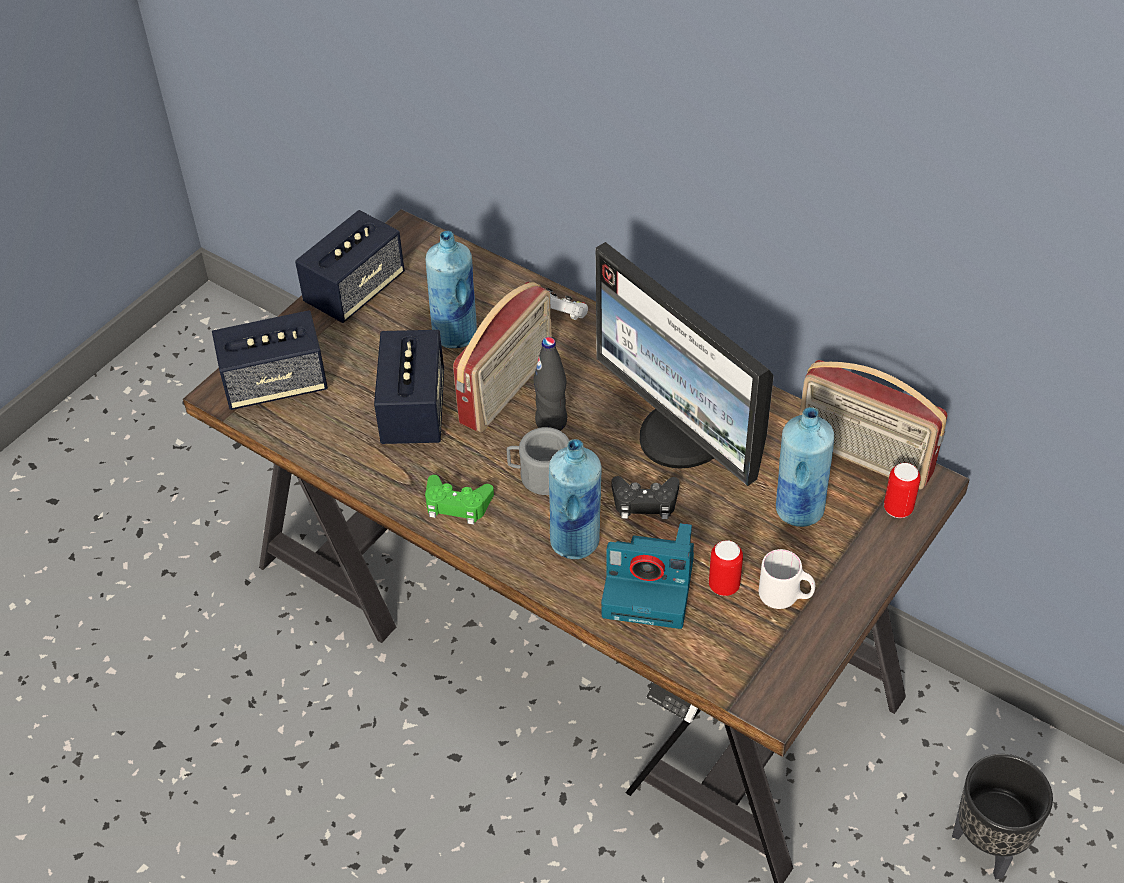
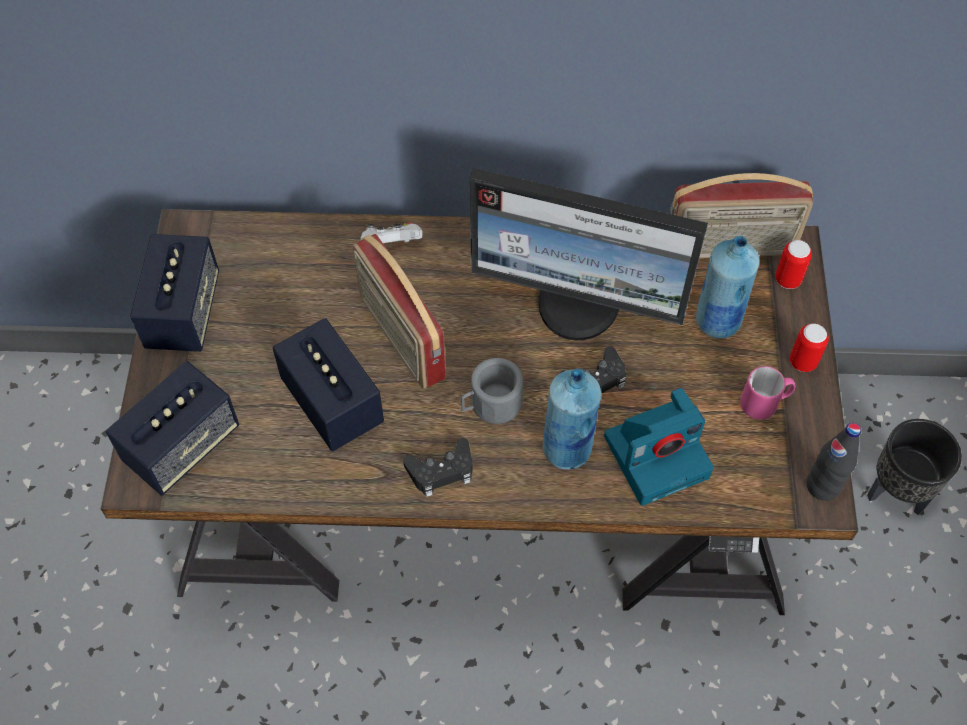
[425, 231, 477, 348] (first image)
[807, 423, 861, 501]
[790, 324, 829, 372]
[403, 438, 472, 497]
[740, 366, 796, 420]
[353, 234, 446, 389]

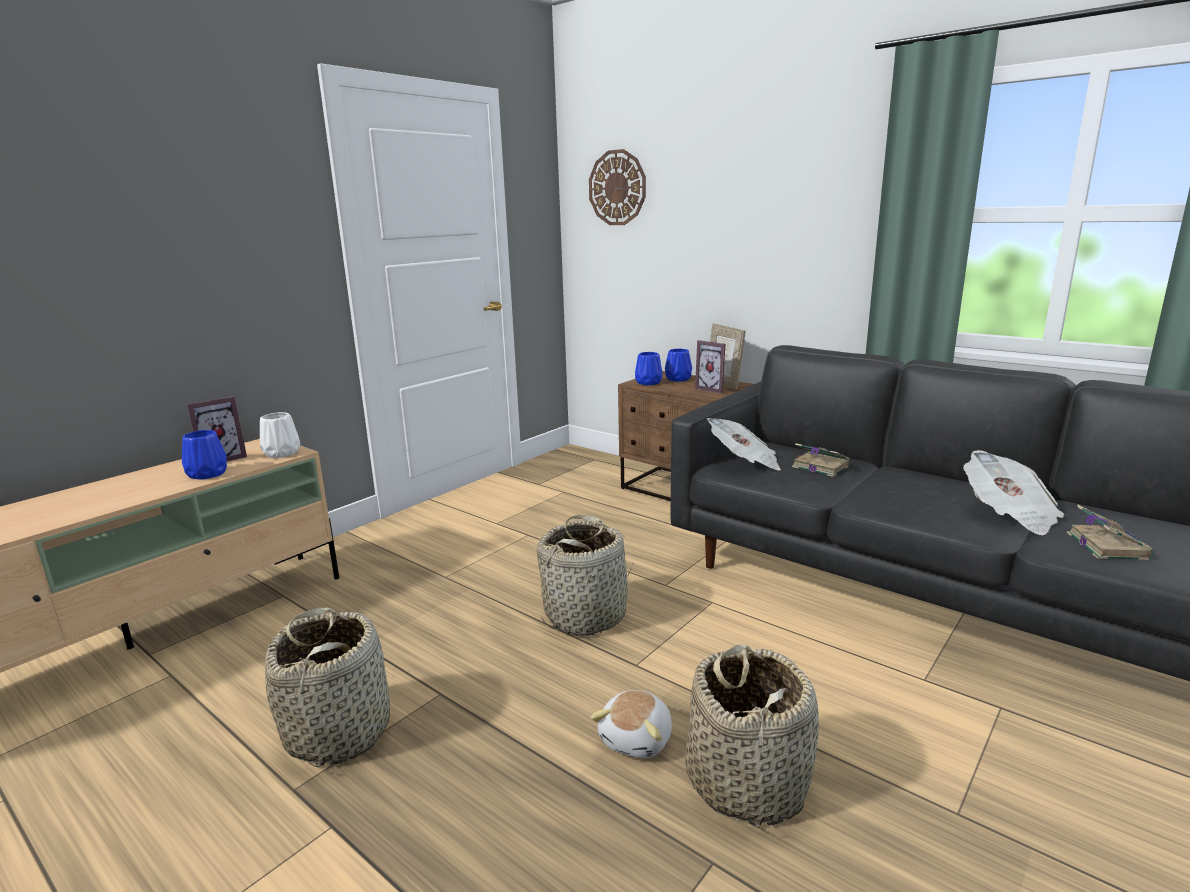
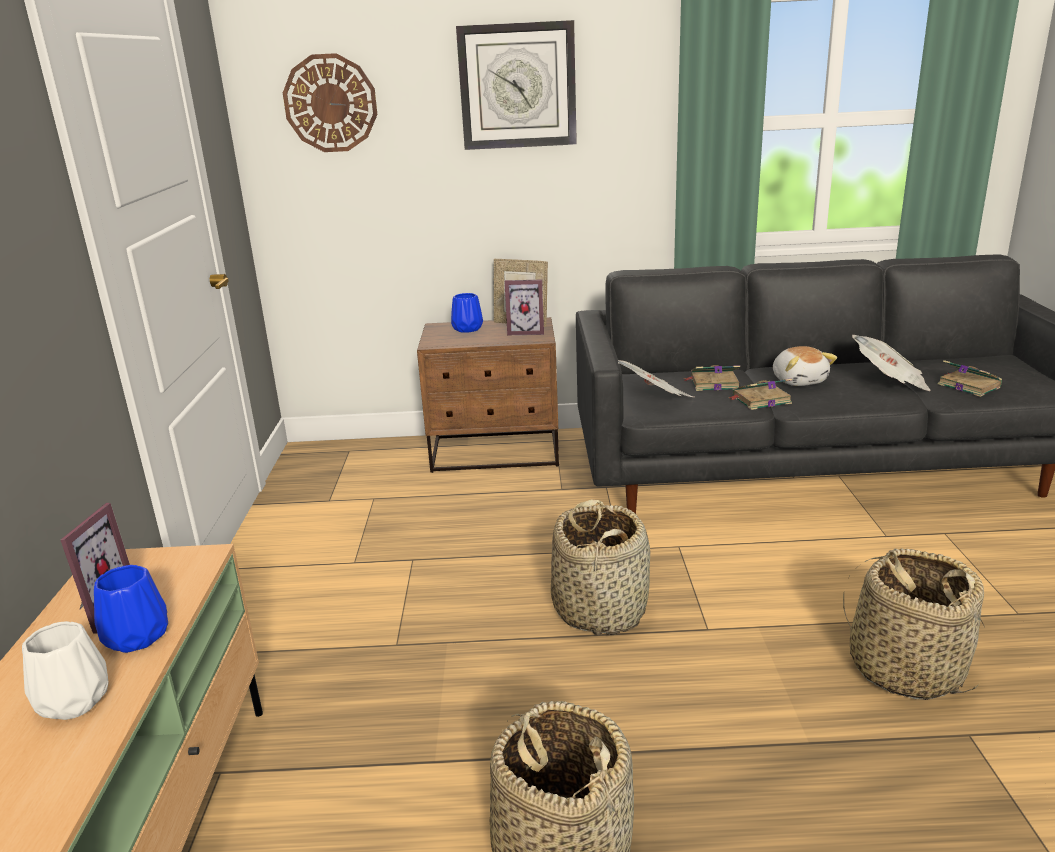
[635, 352, 663, 386] (first image)
[456, 20, 577, 150]
[729, 378, 792, 410]
[22, 621, 108, 720]
[773, 346, 837, 386]

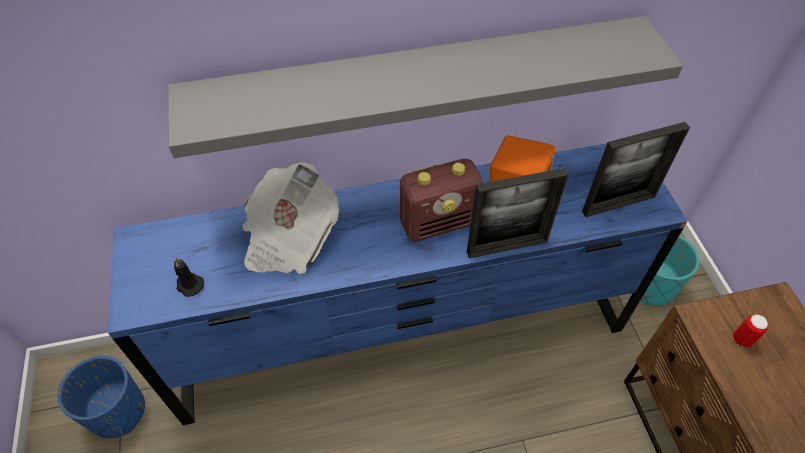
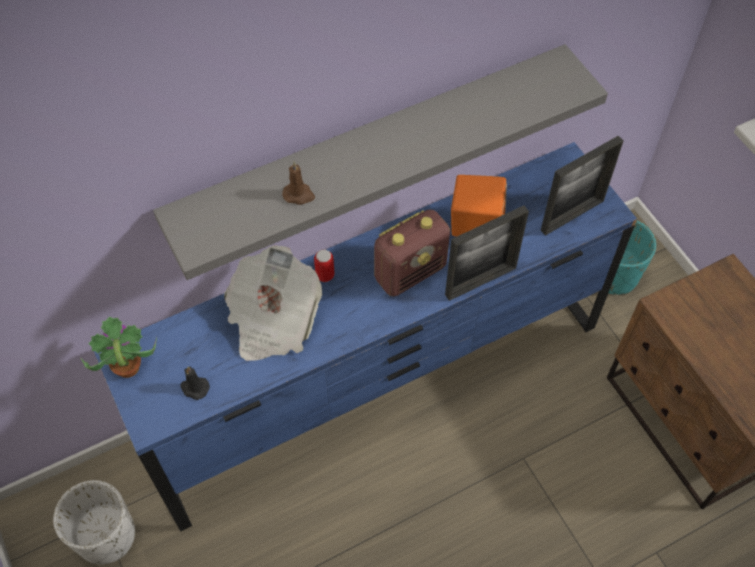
[80, 317, 157, 378]
[282, 162, 315, 205]
[314, 250, 335, 282]
[53, 480, 135, 565]

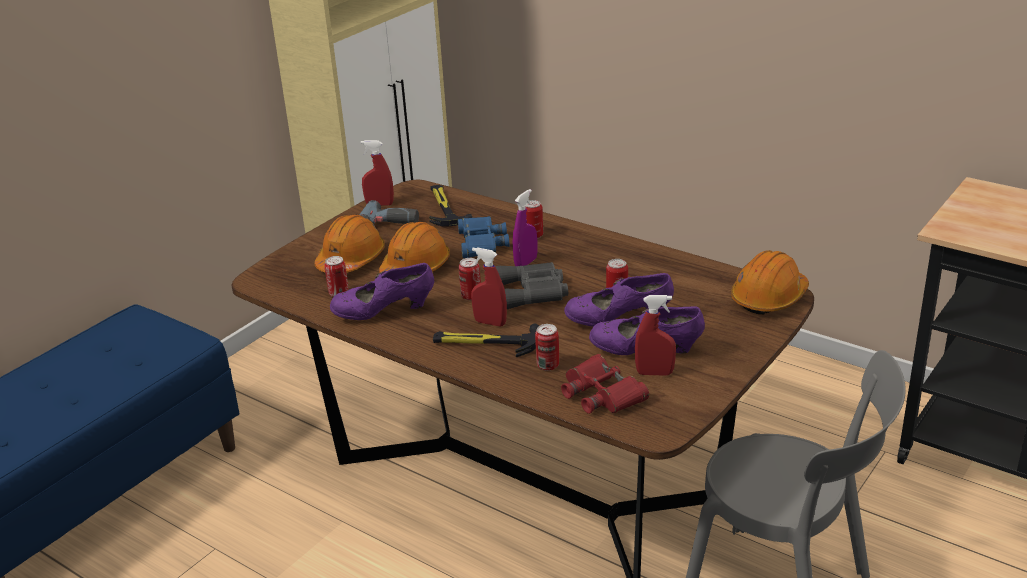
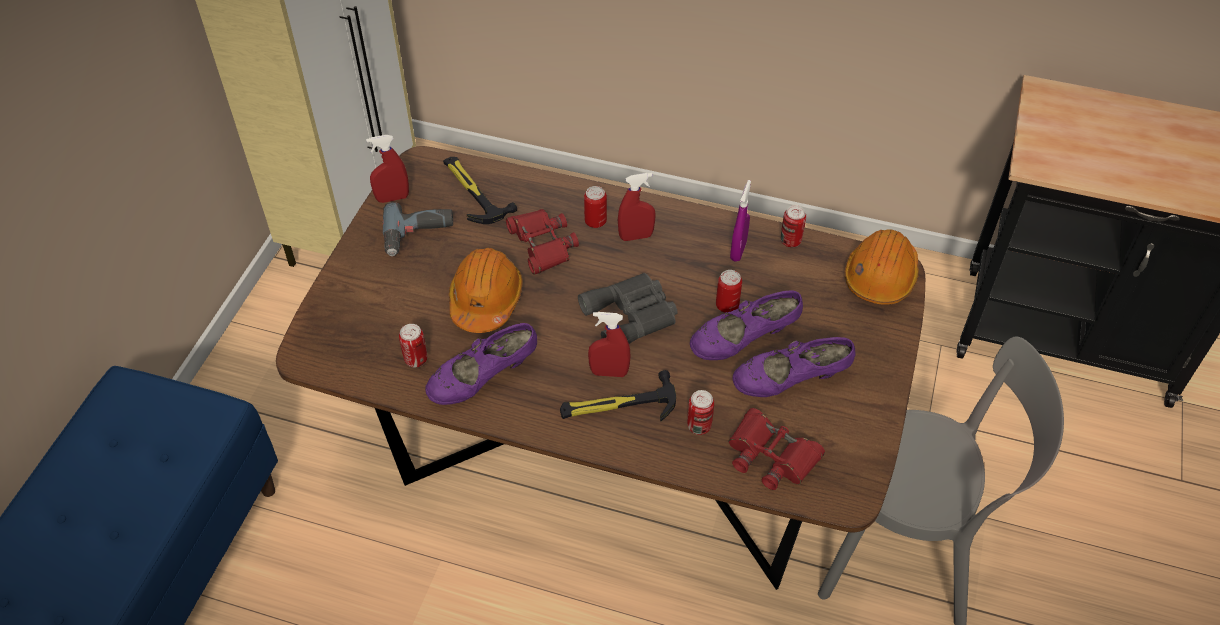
[314, 214, 385, 273] (first image)
[781, 205, 806, 247]
[730, 180, 751, 262]
[618, 173, 656, 241]
[506, 209, 579, 275]

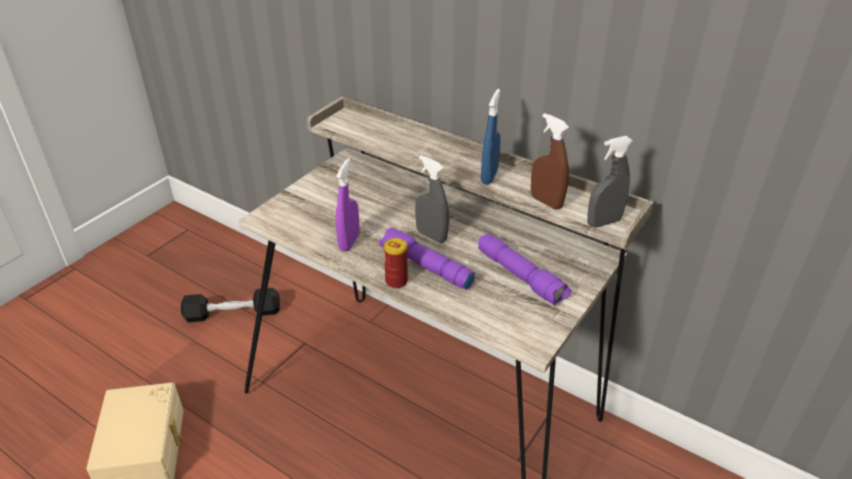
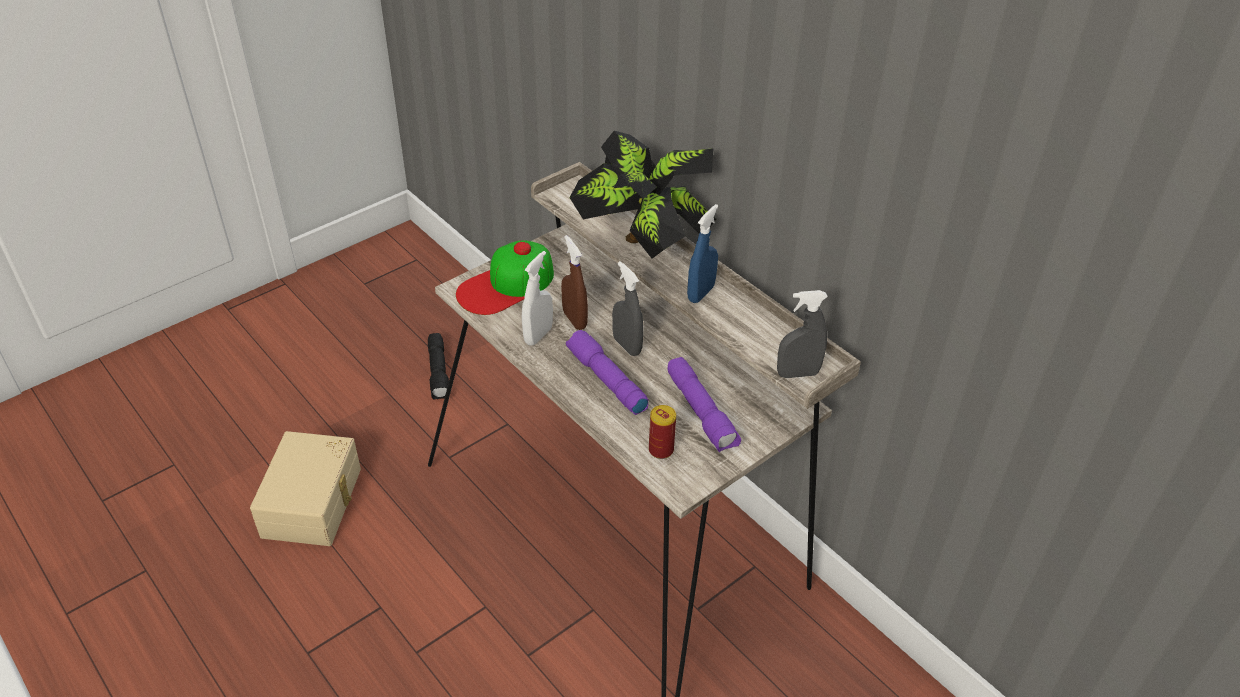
[456, 240, 554, 315]
[569, 131, 717, 258]
[649, 405, 676, 459]
[561, 235, 588, 330]
[428, 333, 449, 400]
[522, 251, 553, 346]

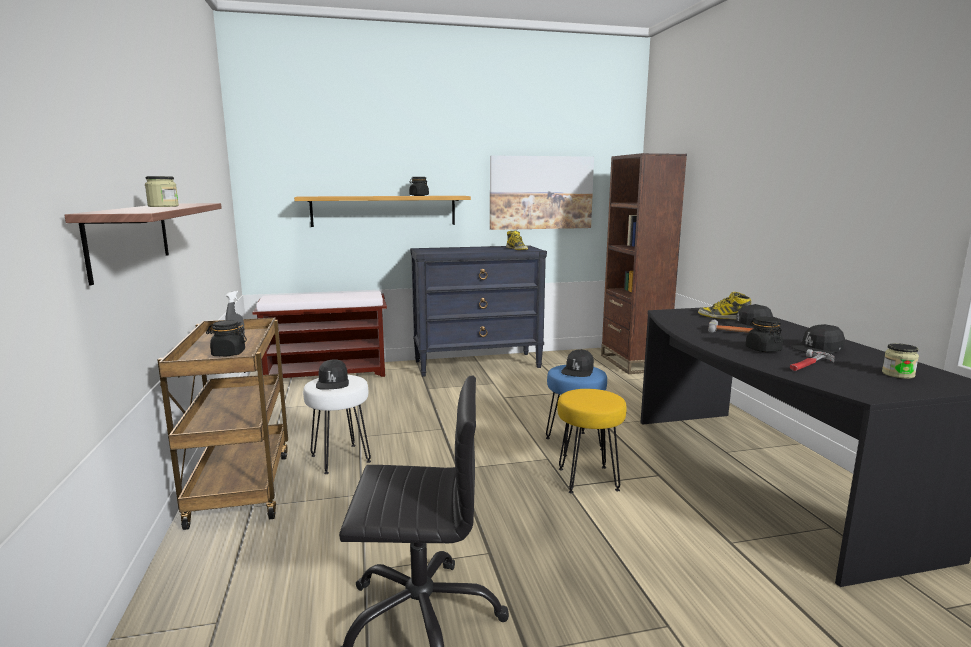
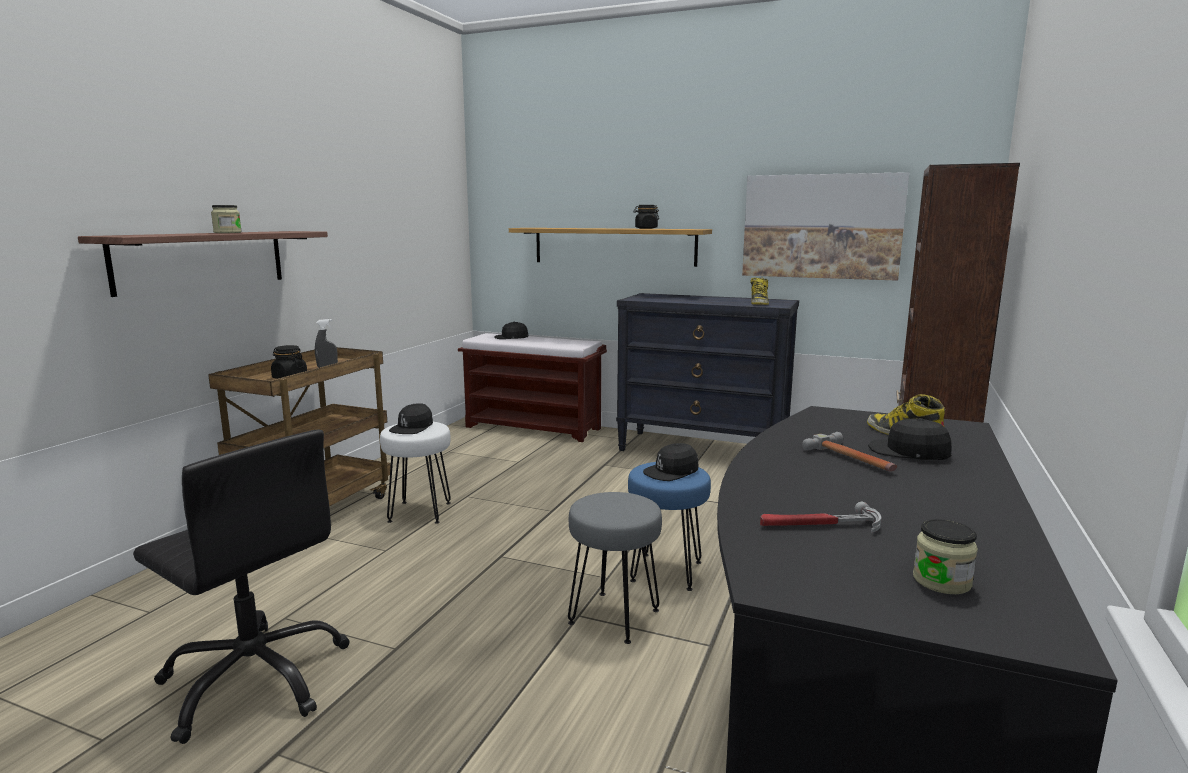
[745, 316, 783, 352] (first image)
[494, 321, 528, 339]
[568, 492, 662, 644]

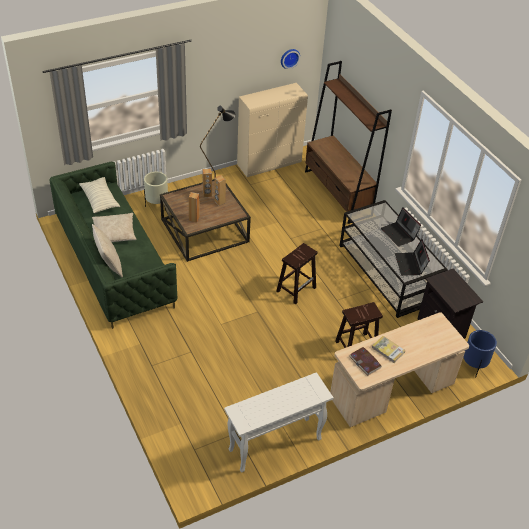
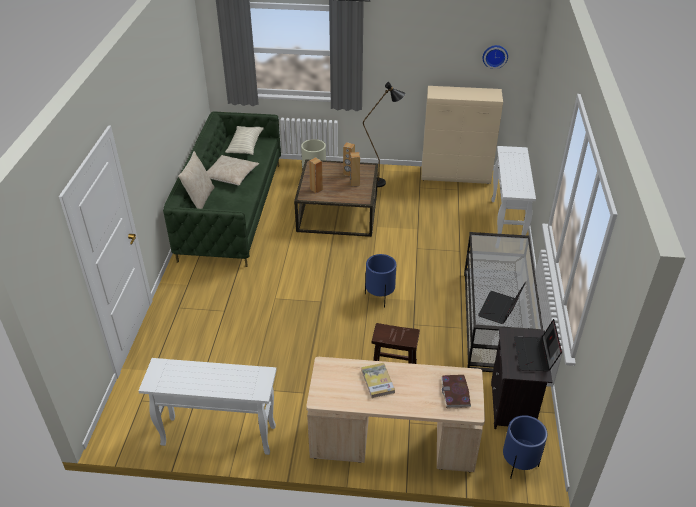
[441, 375, 471, 409]
[514, 319, 562, 371]
[365, 254, 396, 307]
[491, 146, 536, 235]

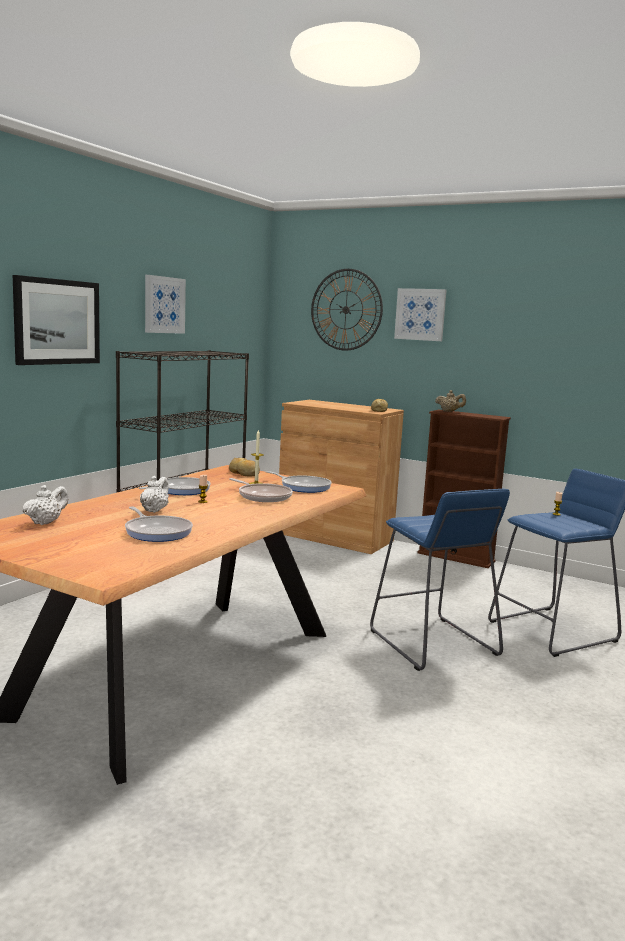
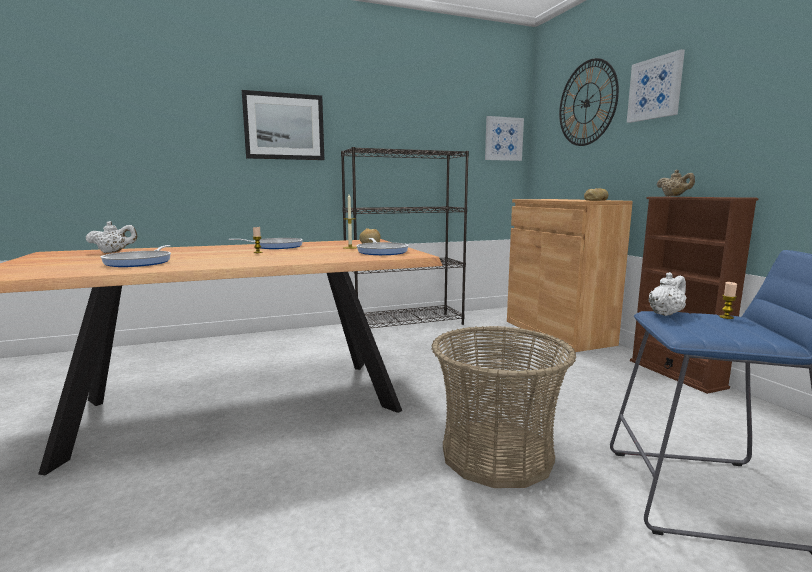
[229, 478, 293, 502] (first image)
[649, 272, 686, 316]
[485, 116, 524, 161]
[432, 326, 576, 488]

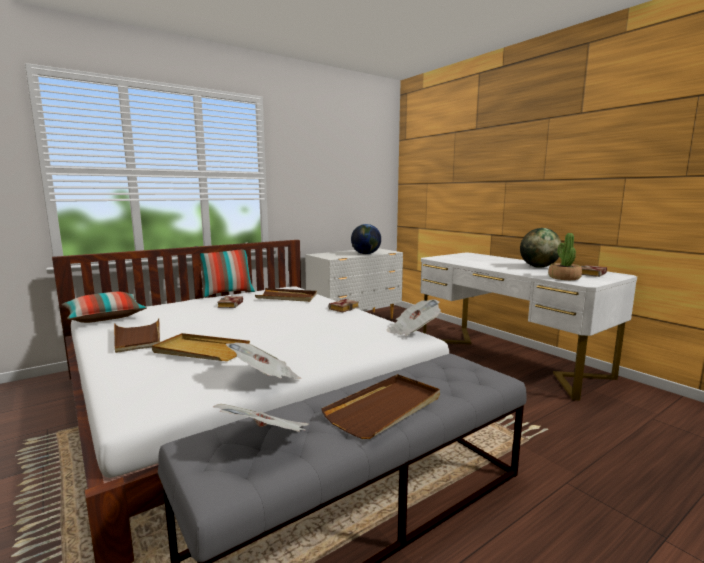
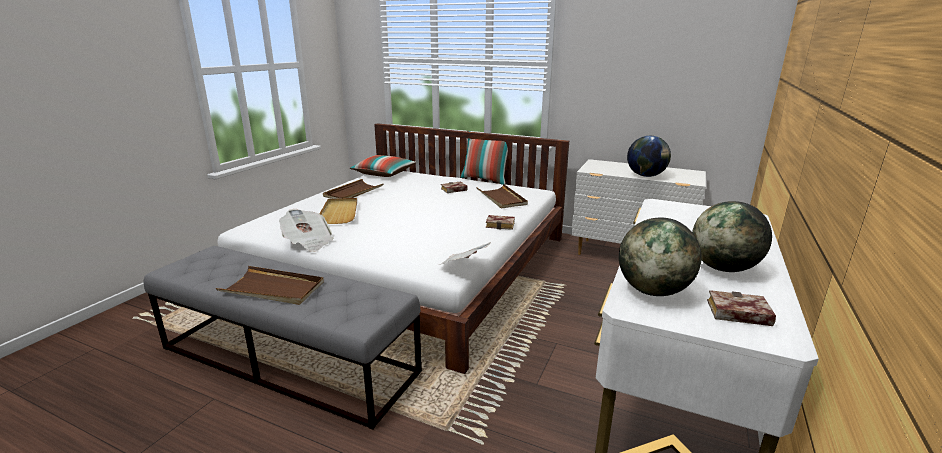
[213, 404, 308, 432] (first image)
[619, 218, 702, 296]

